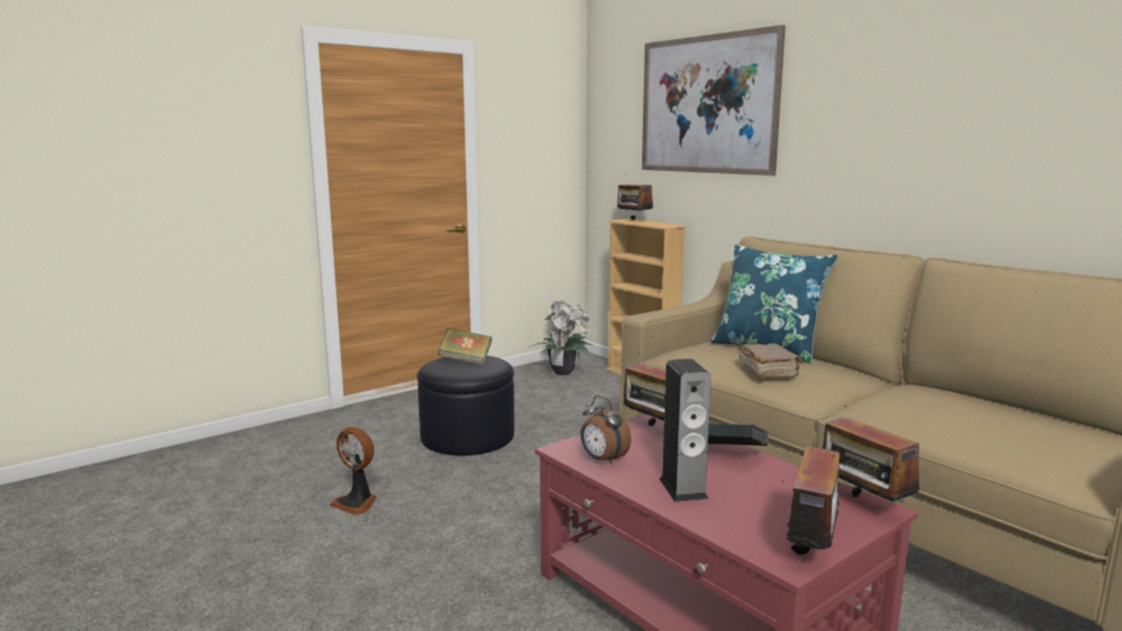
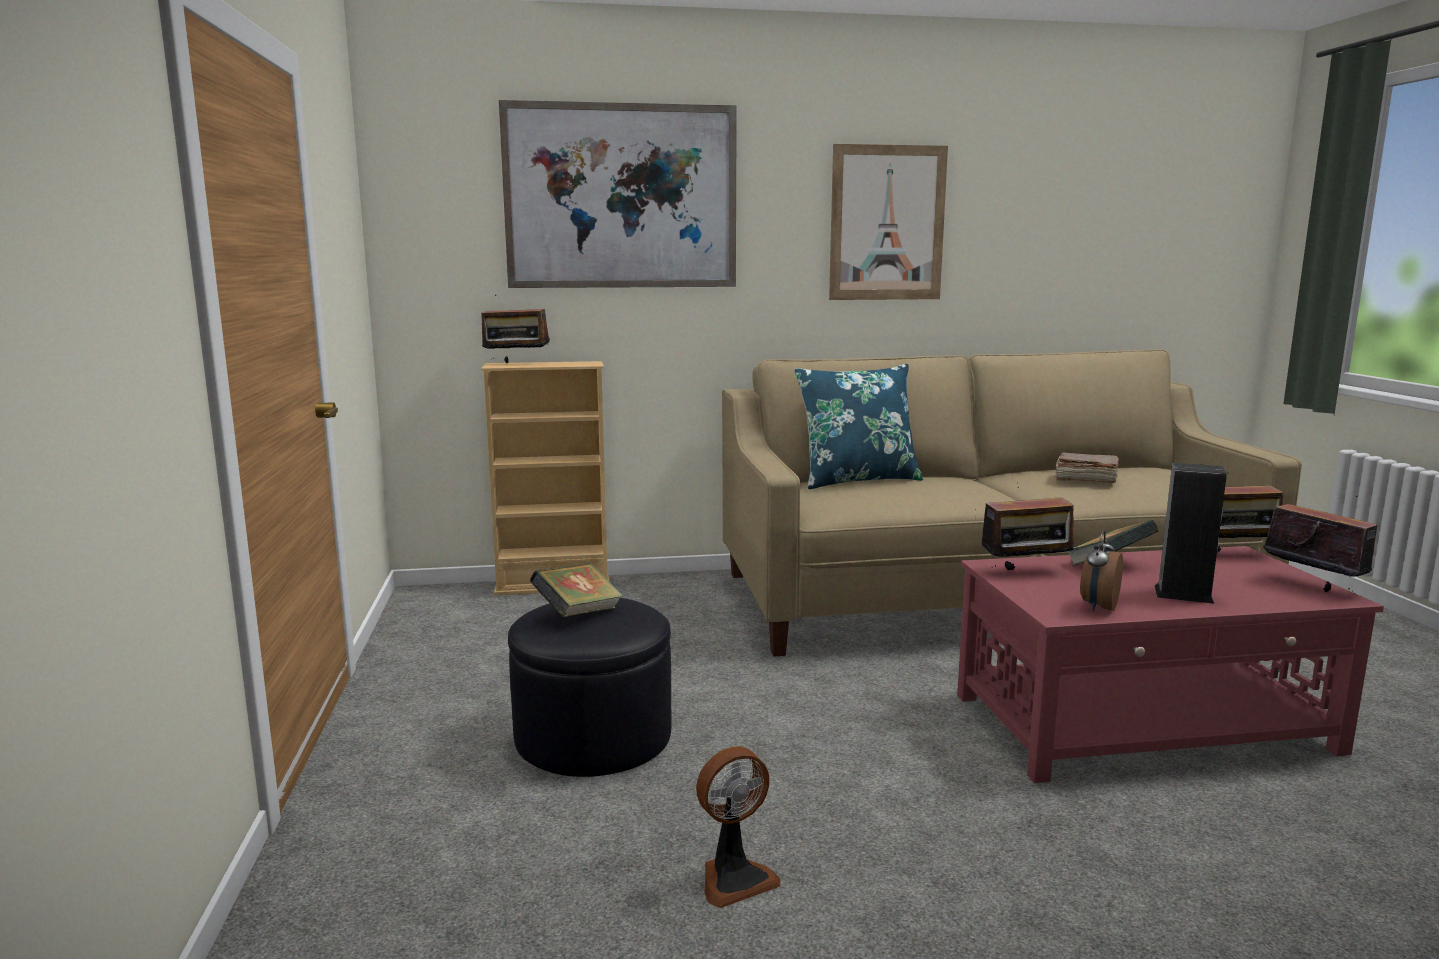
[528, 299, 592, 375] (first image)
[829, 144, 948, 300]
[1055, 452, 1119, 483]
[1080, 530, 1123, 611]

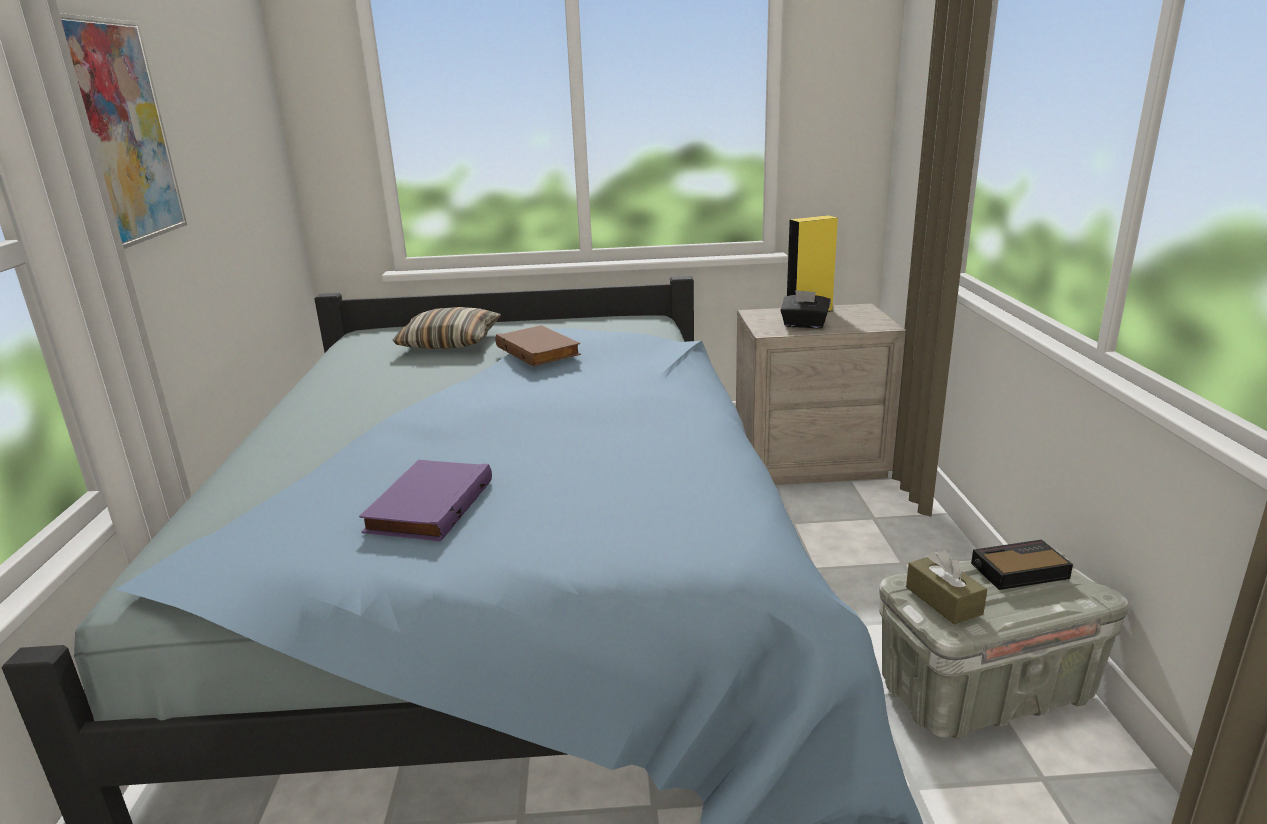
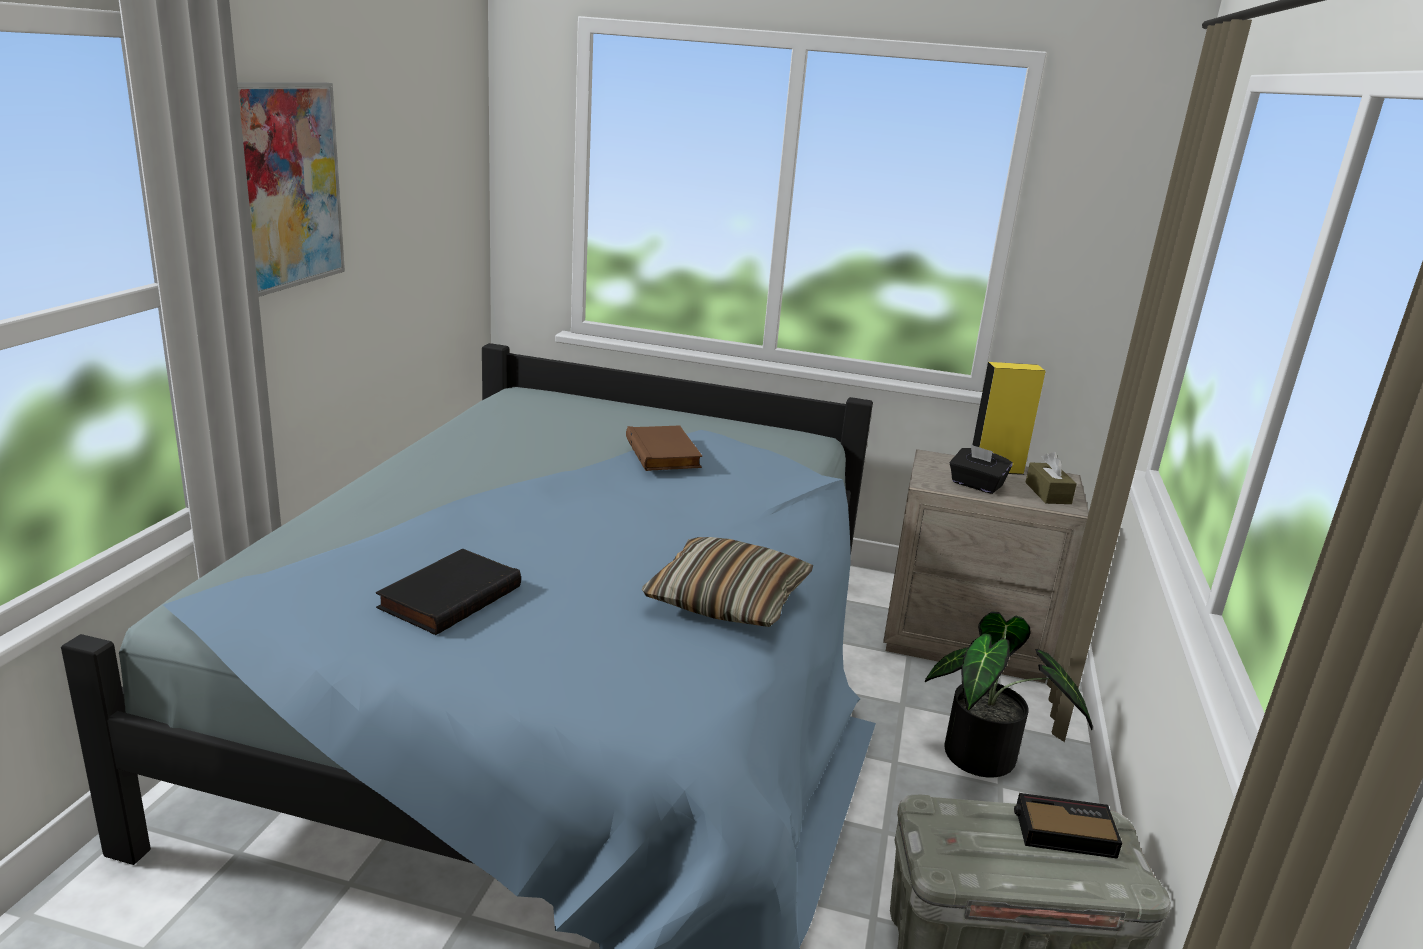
[925, 611, 1093, 778]
[642, 537, 813, 627]
[1025, 452, 1077, 504]
[376, 549, 521, 635]

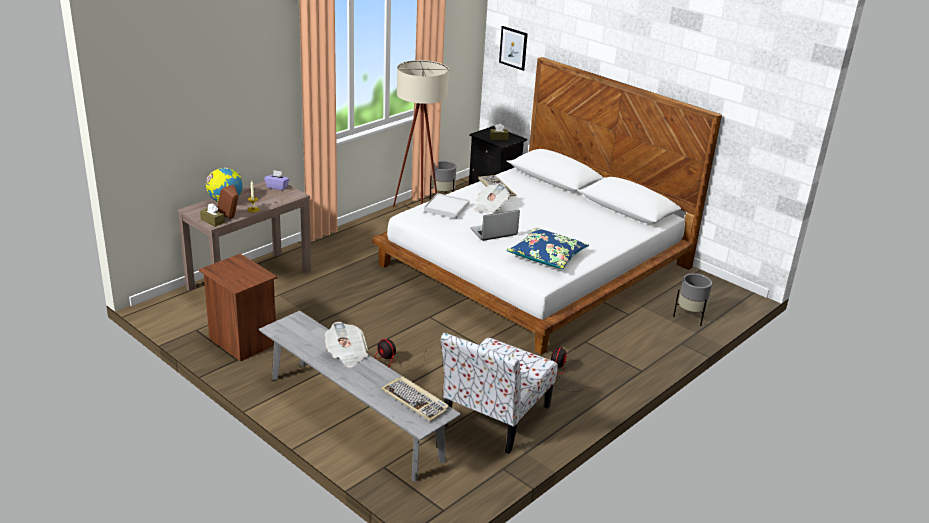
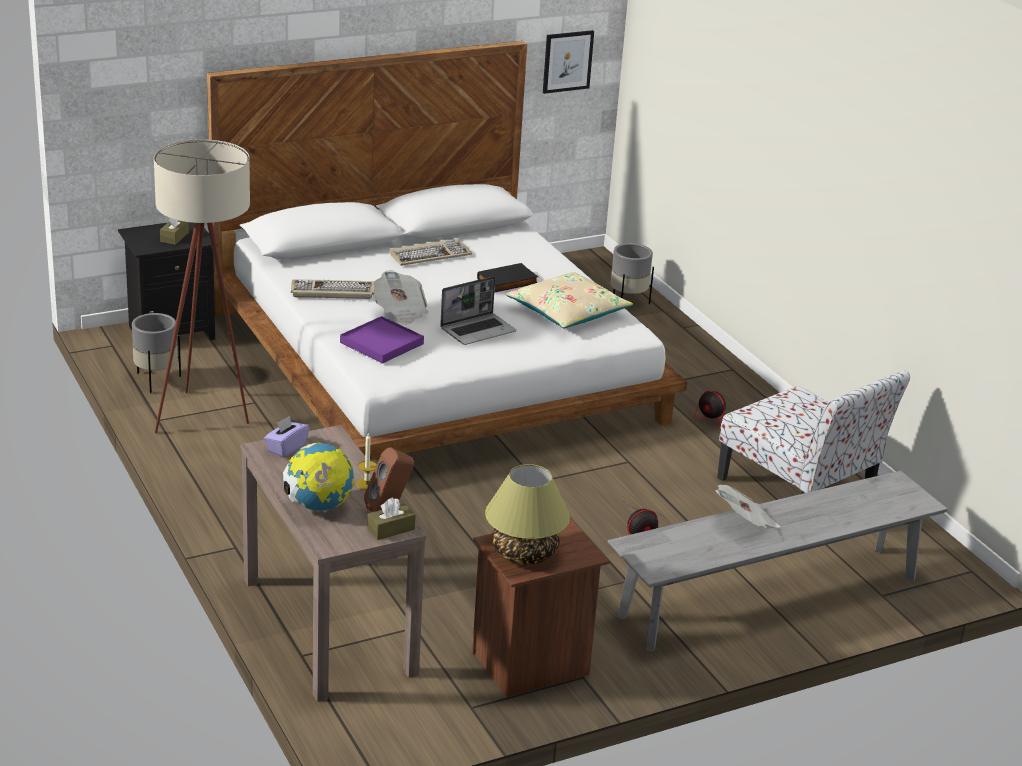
[477, 263, 538, 293]
[485, 464, 570, 565]
[390, 239, 472, 266]
[543, 30, 594, 94]
[340, 316, 424, 363]
[505, 272, 633, 328]
[440, 276, 516, 345]

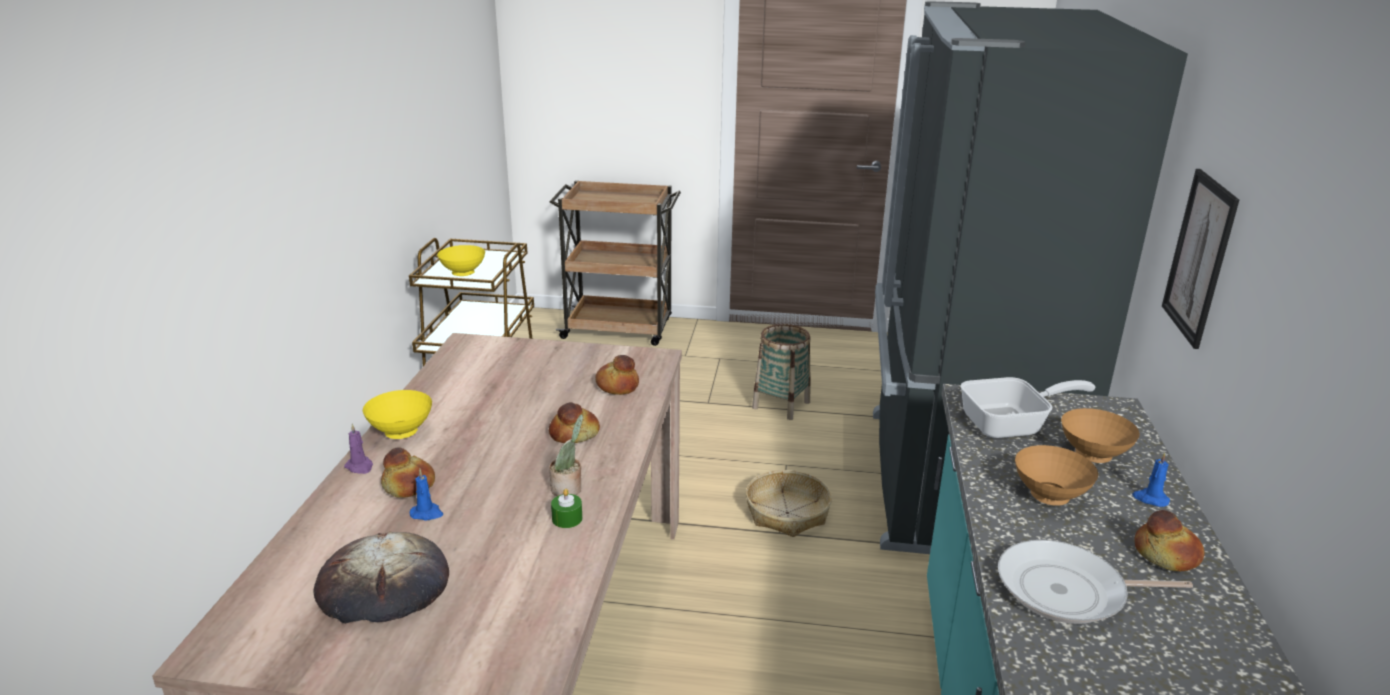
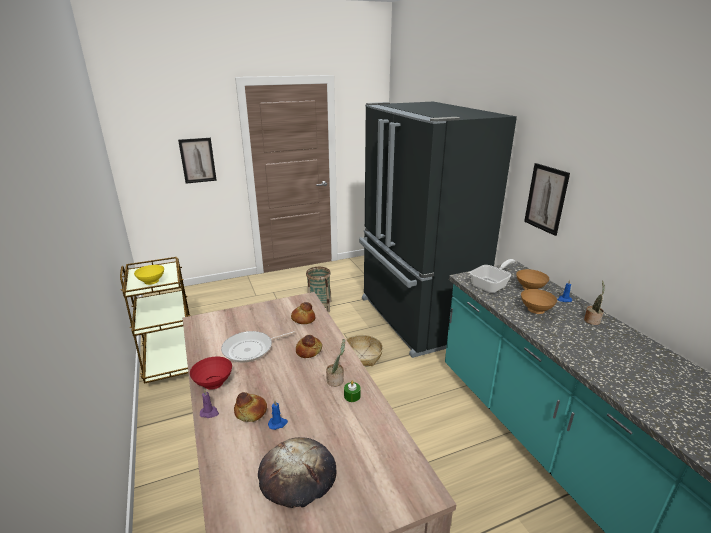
[550, 180, 681, 346] (first image)
[178, 138, 217, 184]
[221, 331, 296, 363]
[584, 280, 605, 325]
[190, 356, 232, 390]

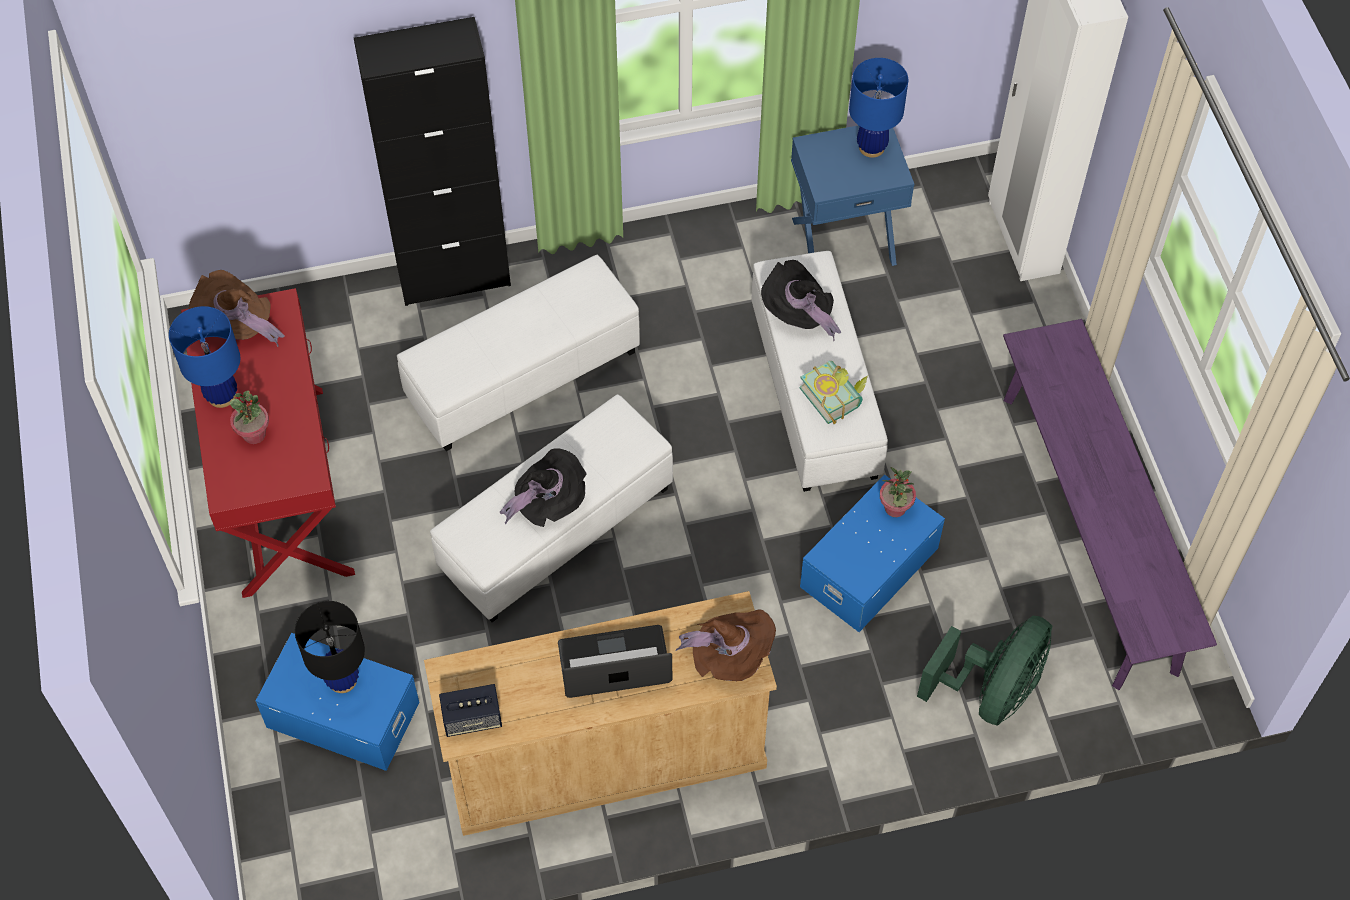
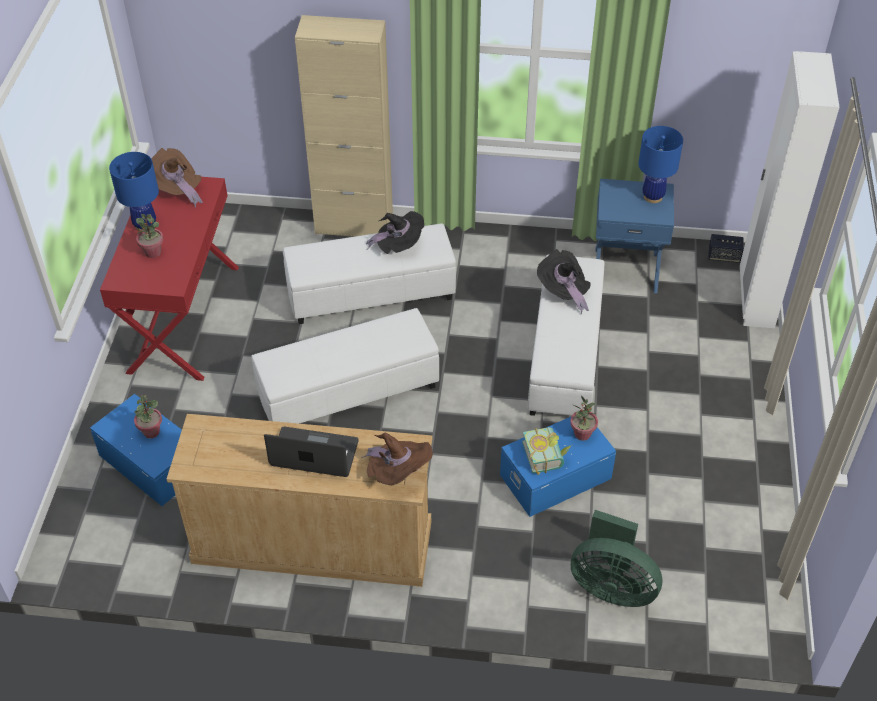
[1003, 319, 1217, 690] (first image)
[709, 234, 744, 263]
[366, 211, 425, 254]
[522, 427, 572, 475]
[134, 395, 162, 438]
[295, 15, 393, 237]
[571, 510, 663, 607]

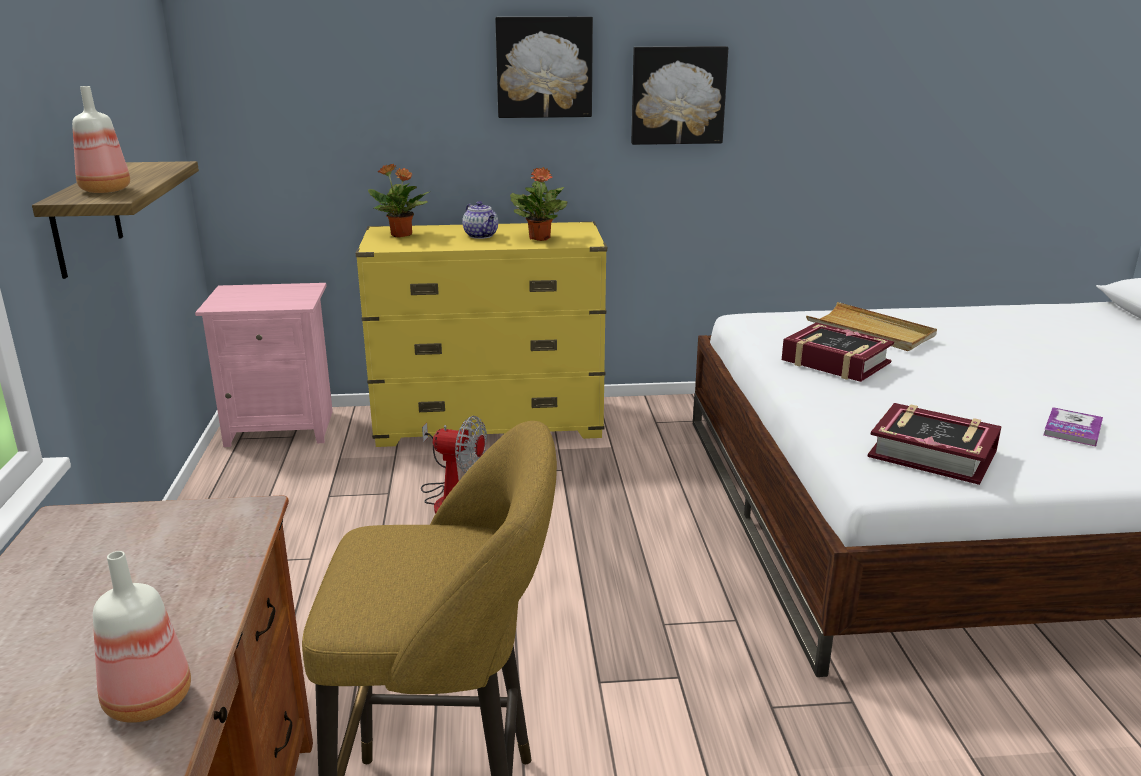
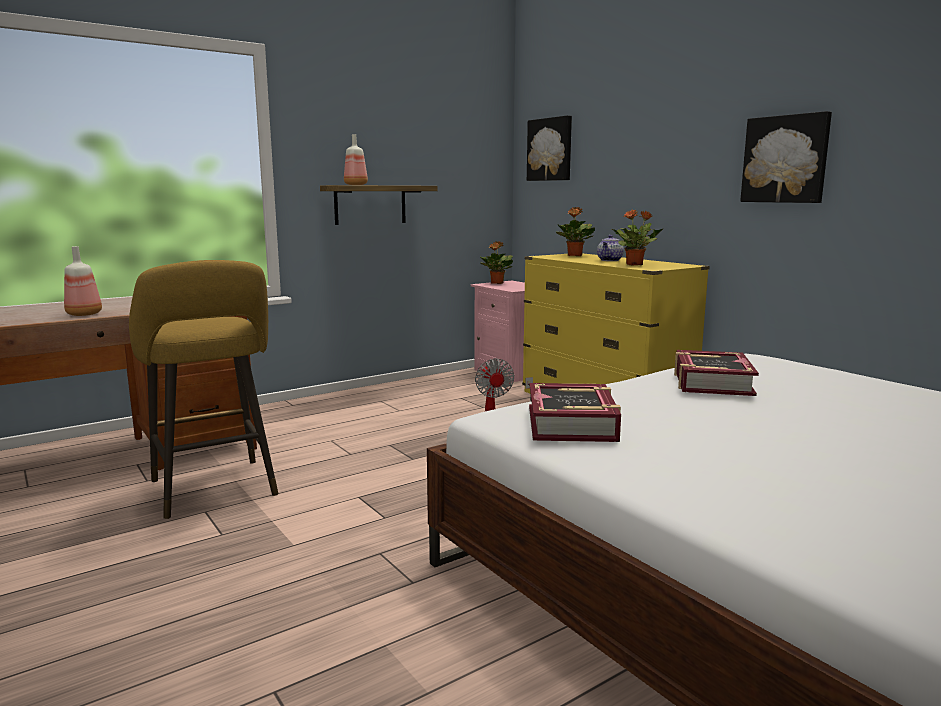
[806, 302, 937, 351] (first image)
[1043, 407, 1103, 447] (first image)
[480, 241, 513, 284]
[527, 115, 572, 181]

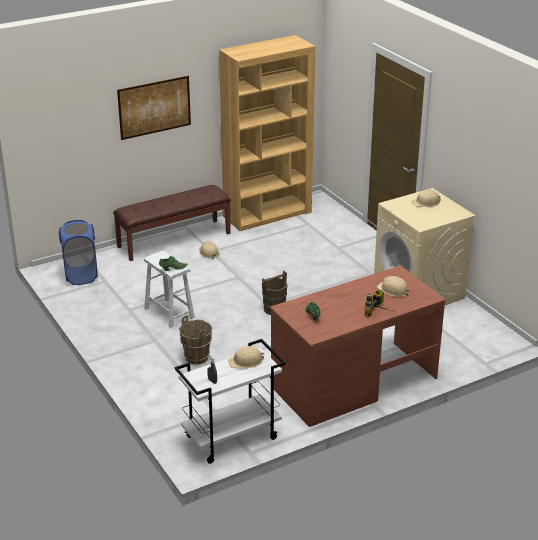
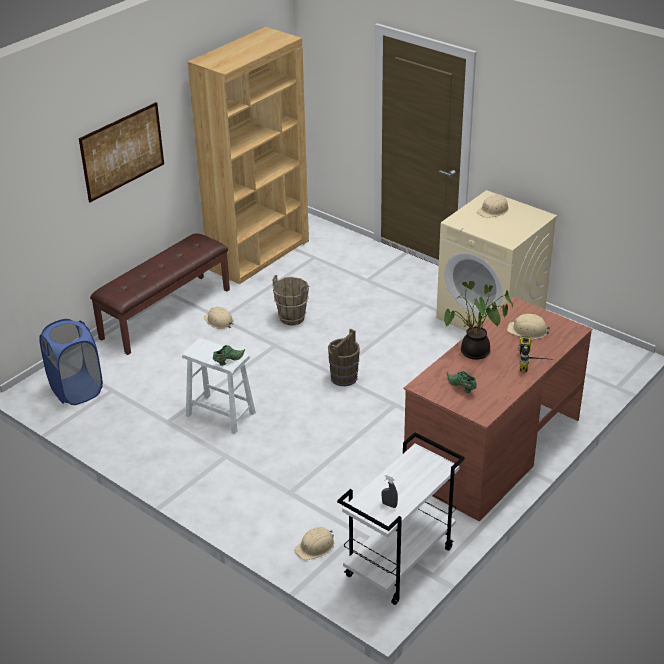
[444, 281, 513, 360]
[273, 275, 309, 325]
[294, 527, 334, 560]

